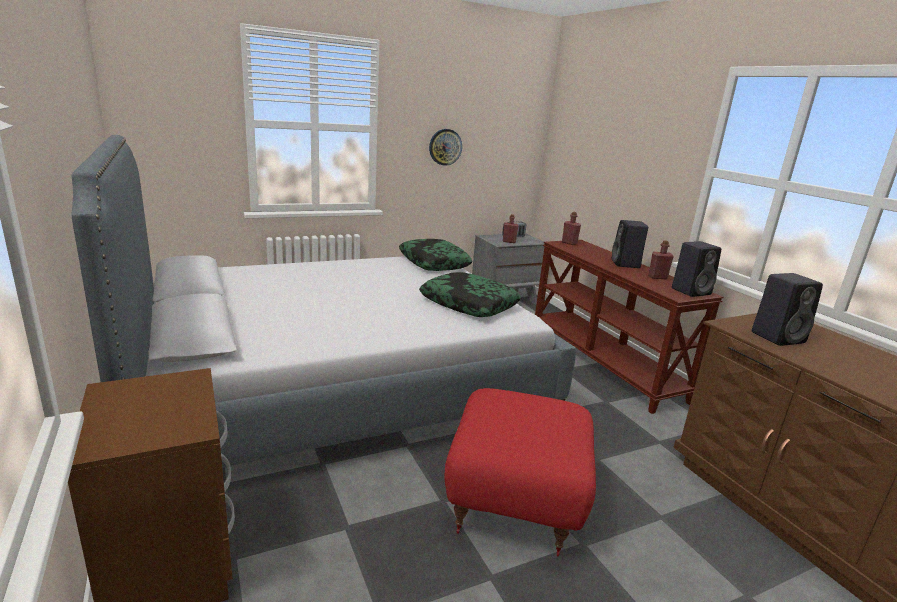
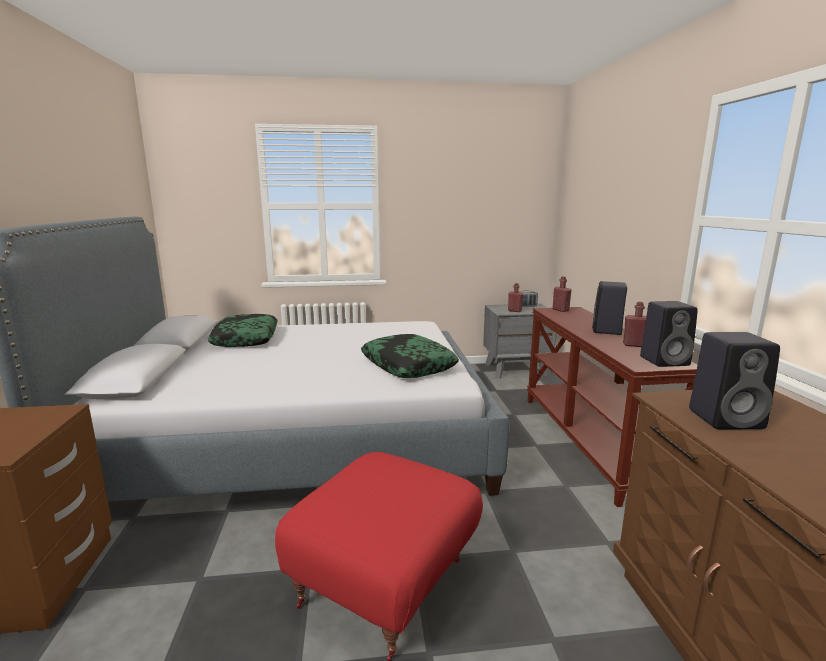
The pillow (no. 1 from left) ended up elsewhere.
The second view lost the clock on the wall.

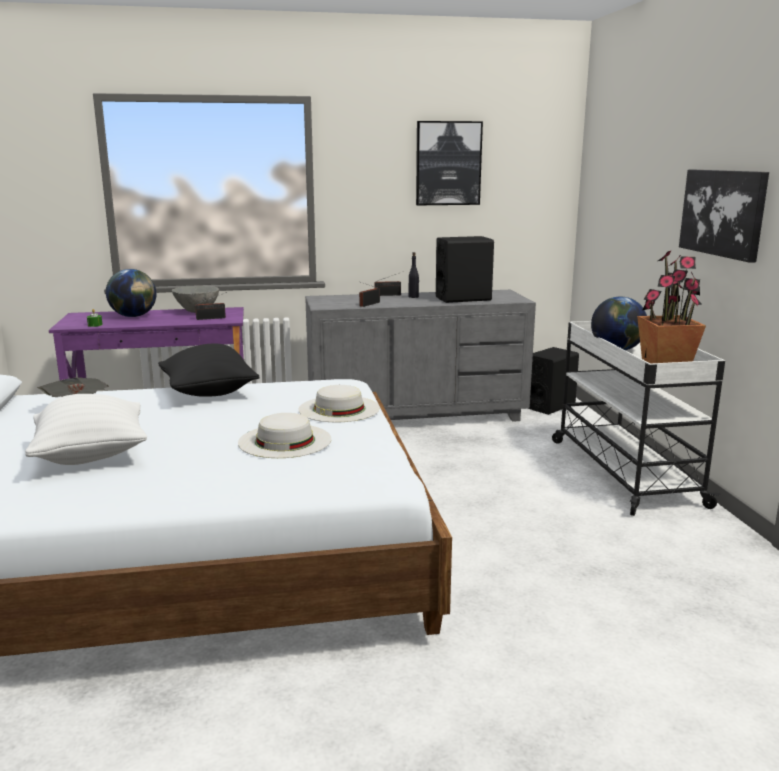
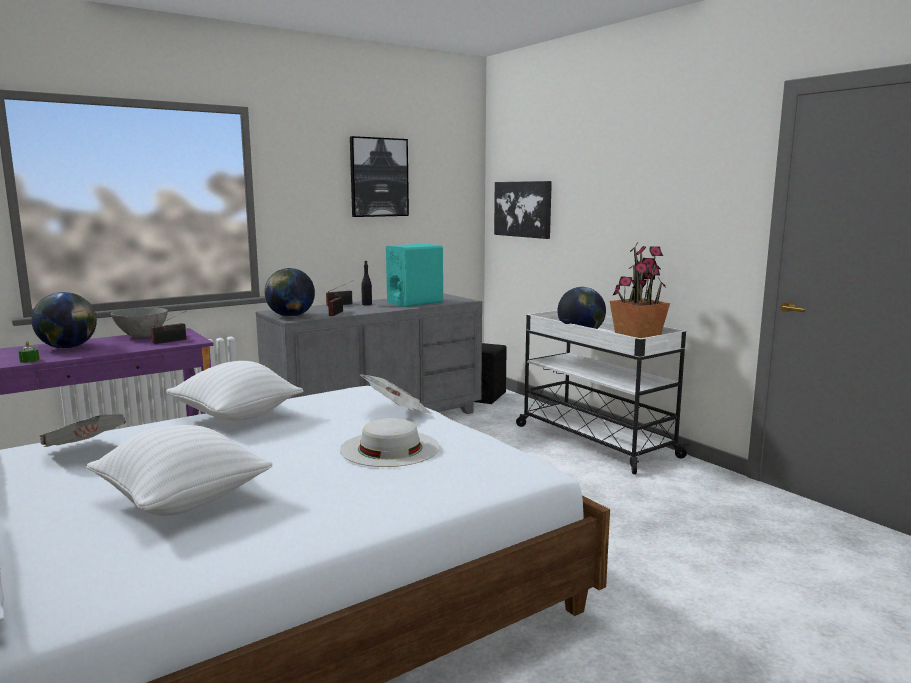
What was the pillow (black-coloured) turned into the pillow (white-coloured) (no. 2 from left).
The second view gained the globe (no. 2 from left).
Where the clothing hat (white-coloured) (no. 2 from left) stood, the daily paper (no. 2 from left) came to stand.
What was the audio speaker (black-coloured) (no. 1 from left) turned into the audio speaker (turquoise-coloured).
The picture (no. 2 from left) ended up elsewhere.

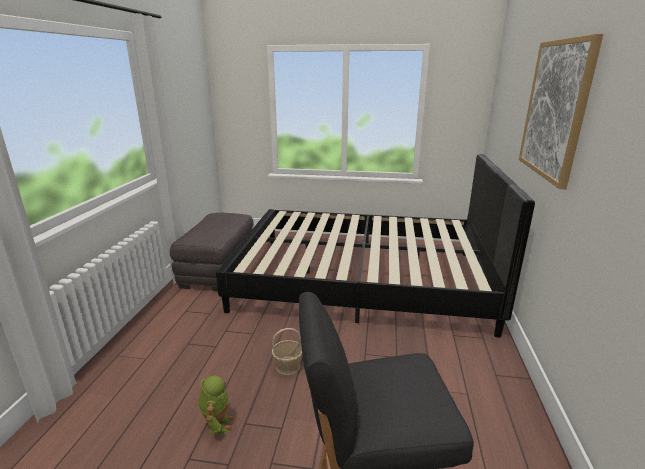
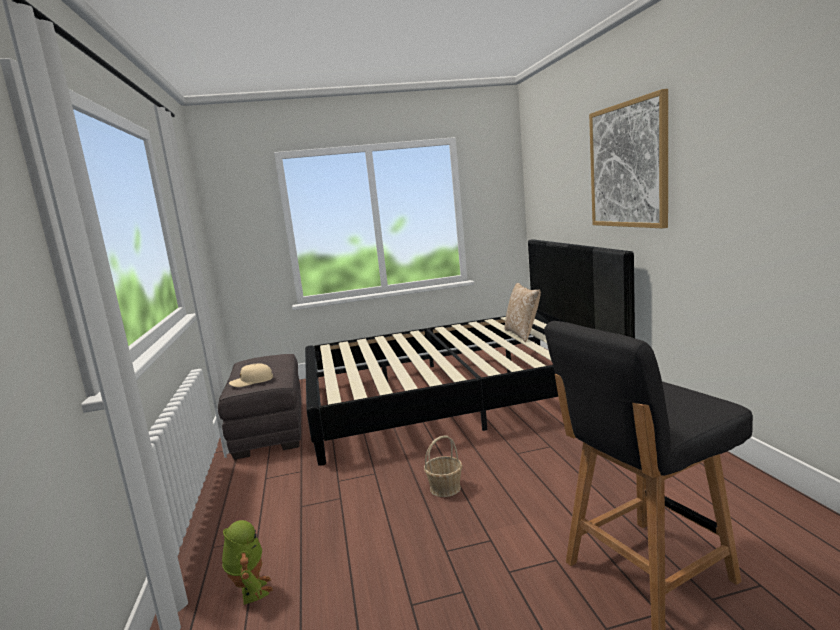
The toy robot ended up elsewhere.
The second view gained the peaked cap (beige-coloured).
The second view gained the pillow.

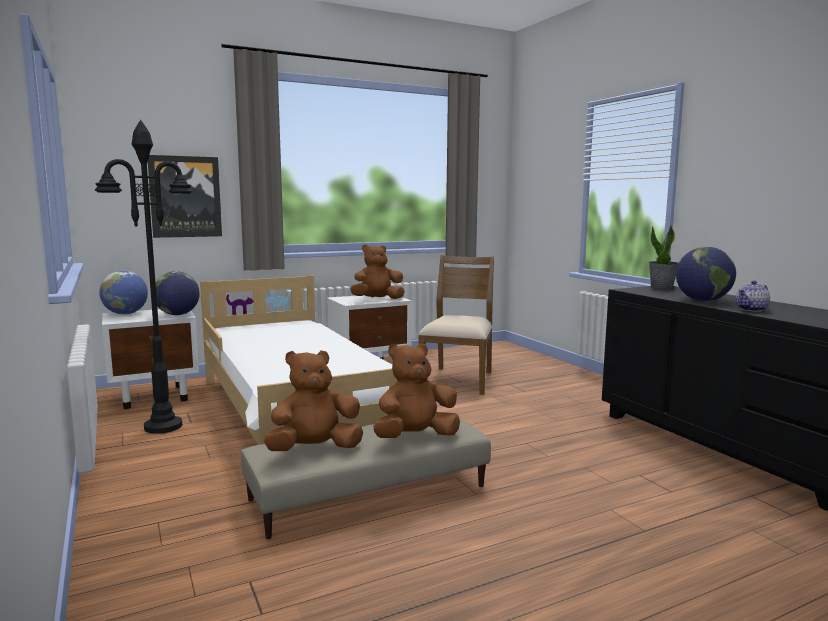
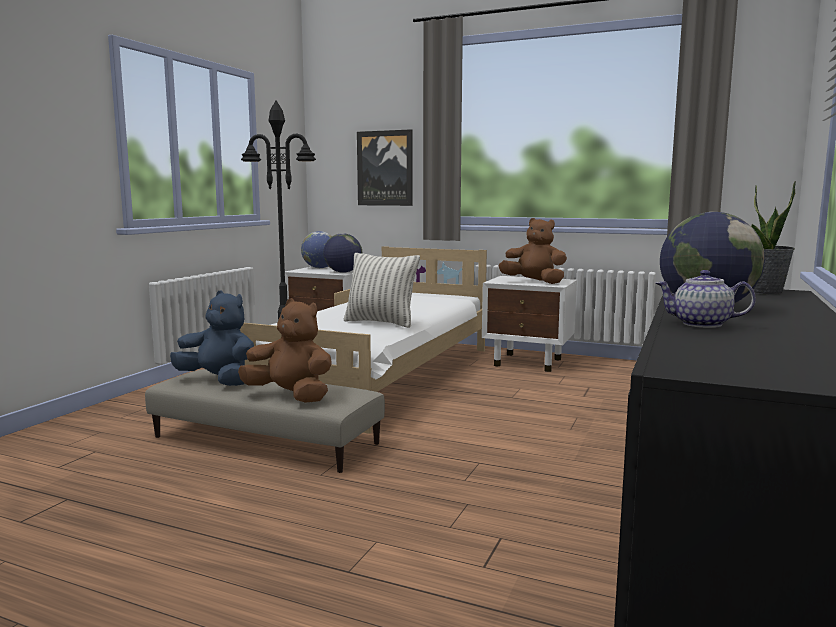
What was the cuddly toy (brown-coloured) (no. 1 from left) turned into the cuddly toy (bluish).
The second view gained the pillow.
The second view lost the chair (brown-coloured).

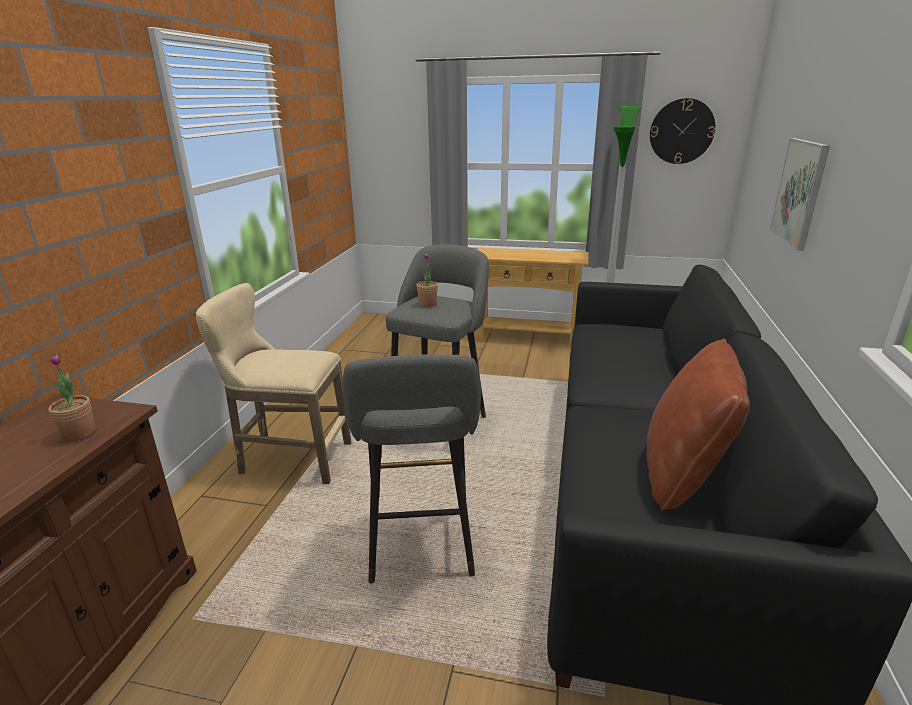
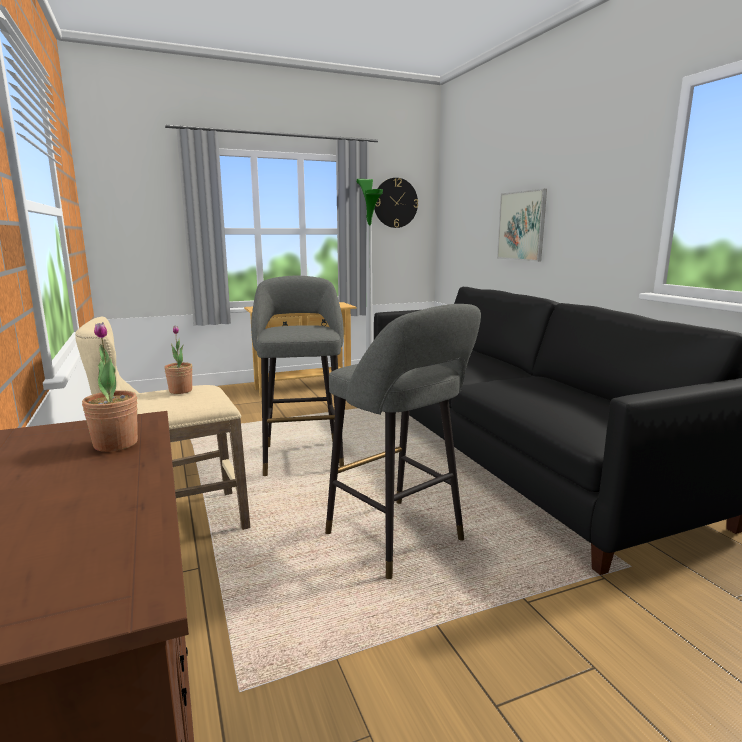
The plant in a pot (no. 2 from left) ended up elsewhere.
The second view lost the pillow (brown-coloured).

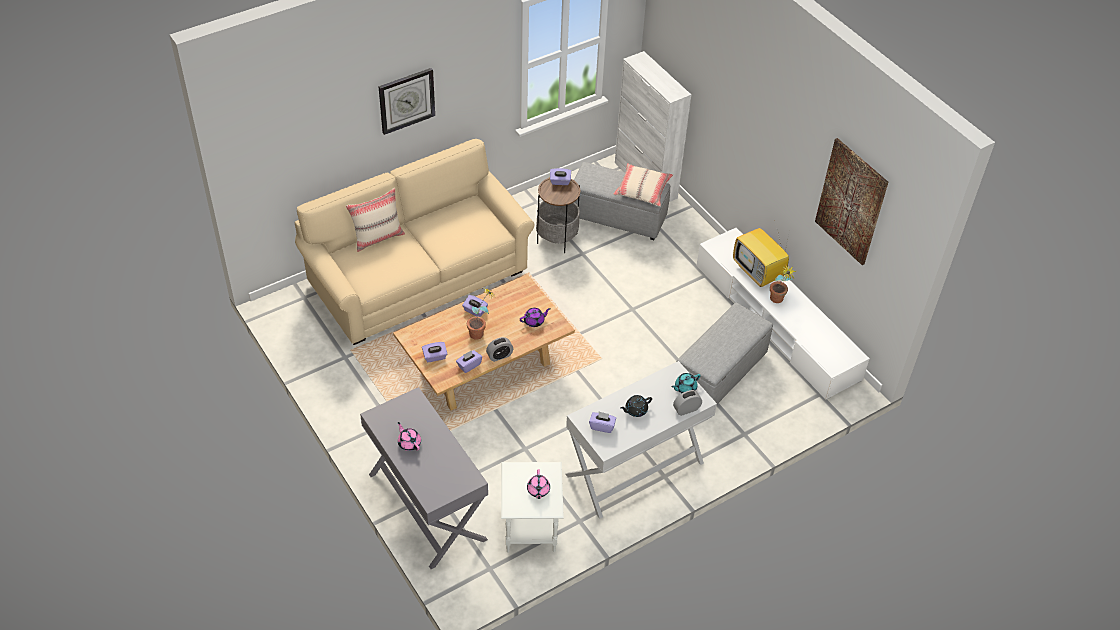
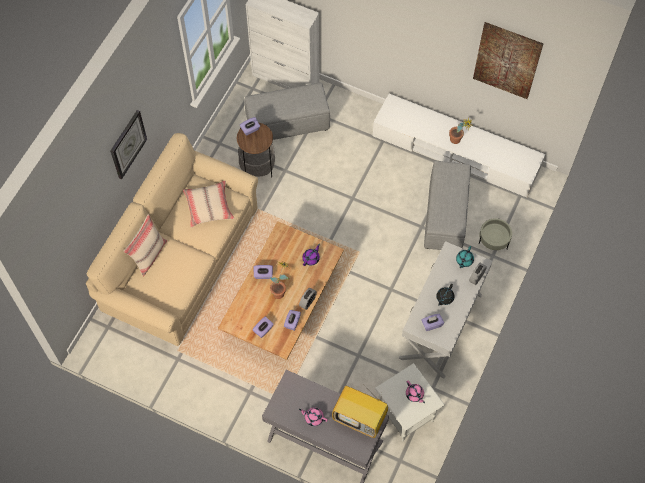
The pillow (beige-coloured) (no. 2 from left) ended up elsewhere.
The TV ended up elsewhere.
The second view gained the flower pot (beige-coloured).

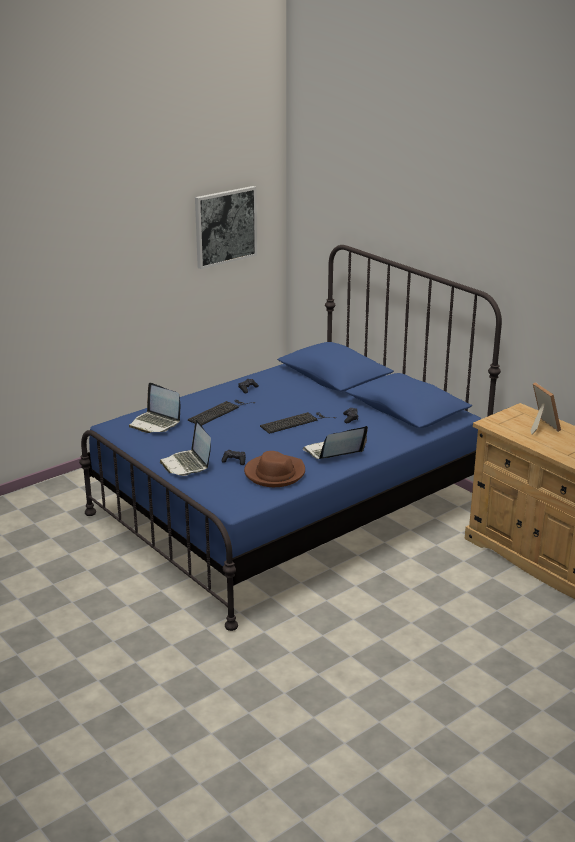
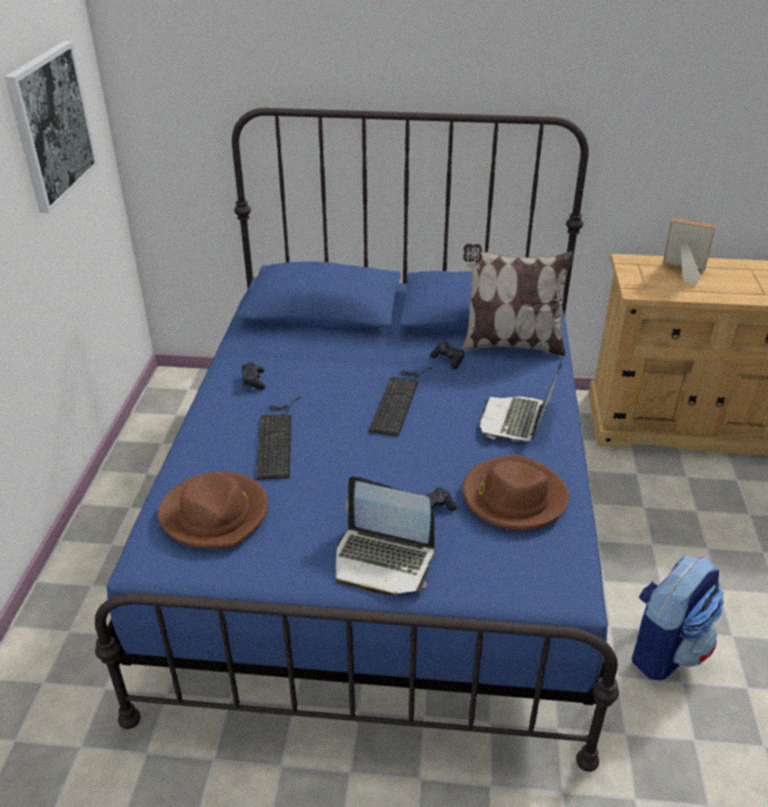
Where the portable computer (no. 1 from left) stood, the clothing hat (brown-coloured) (no. 1 from left) came to stand.
The second view gained the pillow.
The second view gained the backpack.

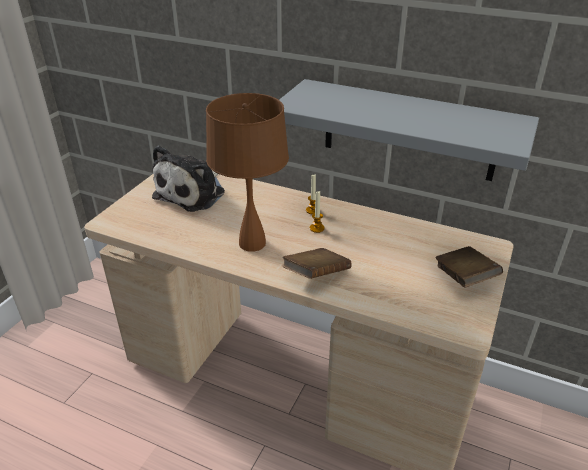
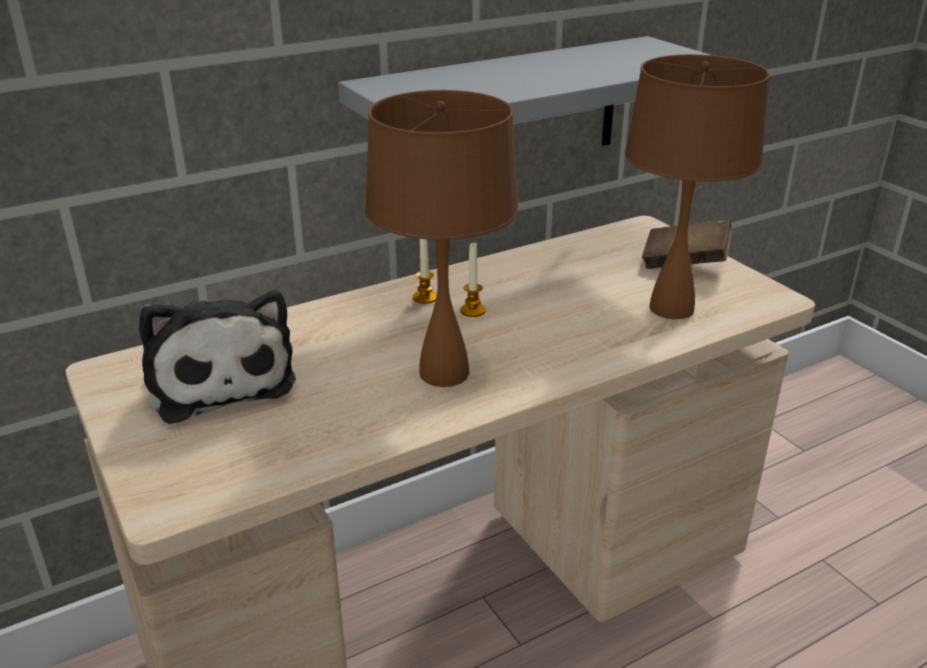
The second view gained the lamp for a table (brown-coloured) (no. 2 from left).
The second view lost the volume (brown-coloured) (no. 1 from left).

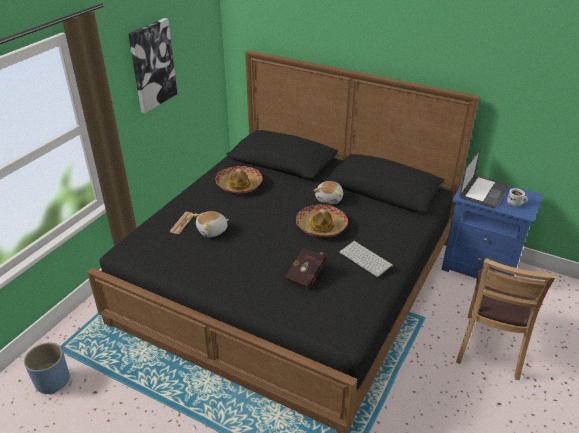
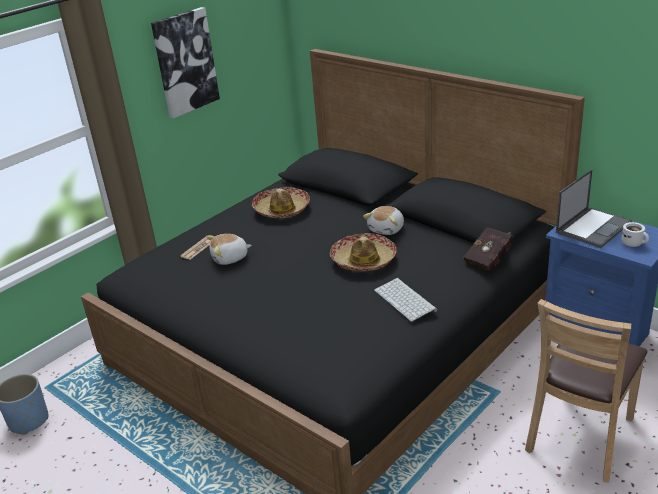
The volume (red-coloured) ended up elsewhere.

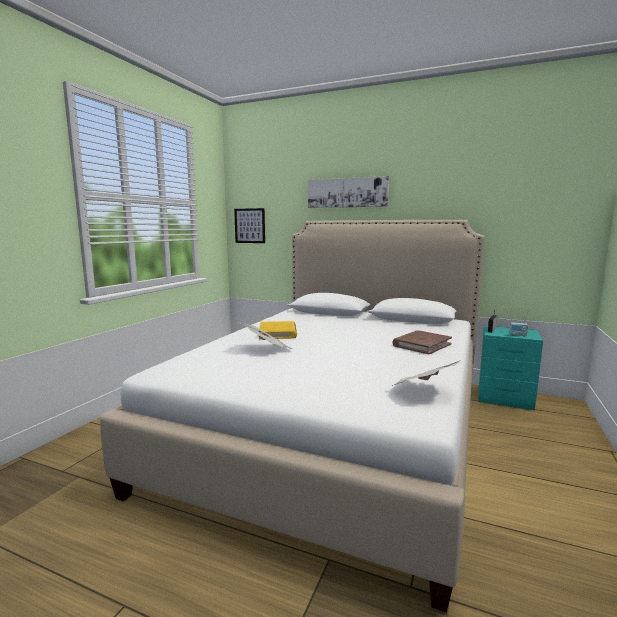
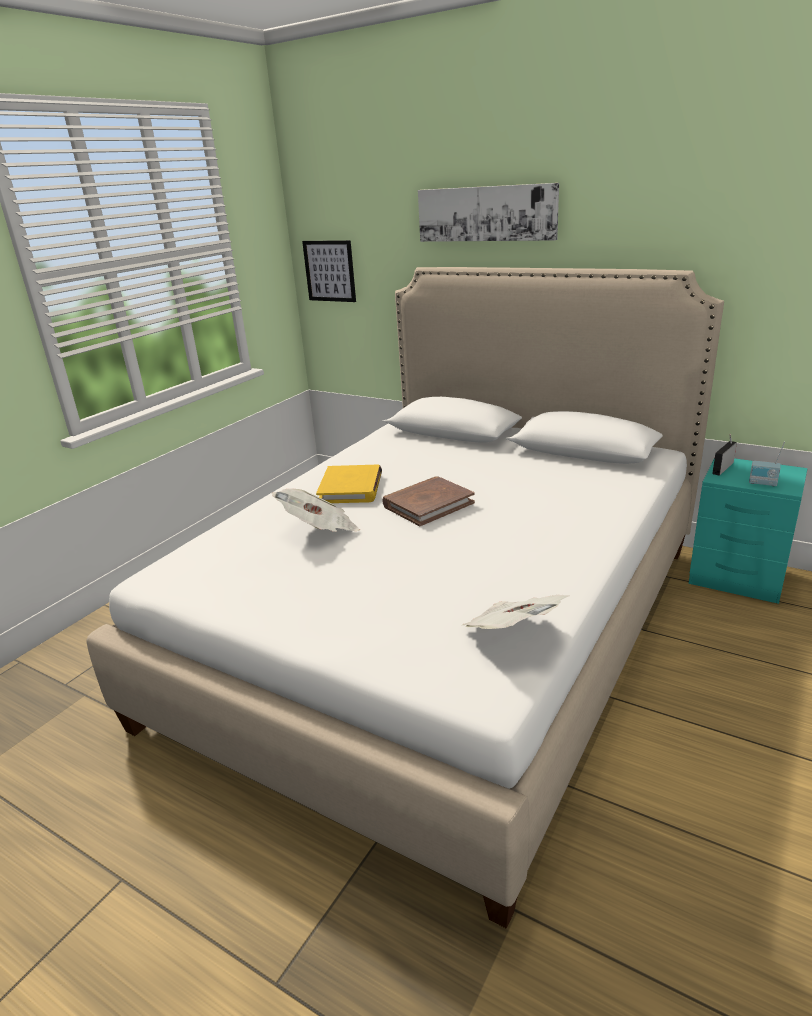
The volume (brown-coloured) ended up elsewhere.

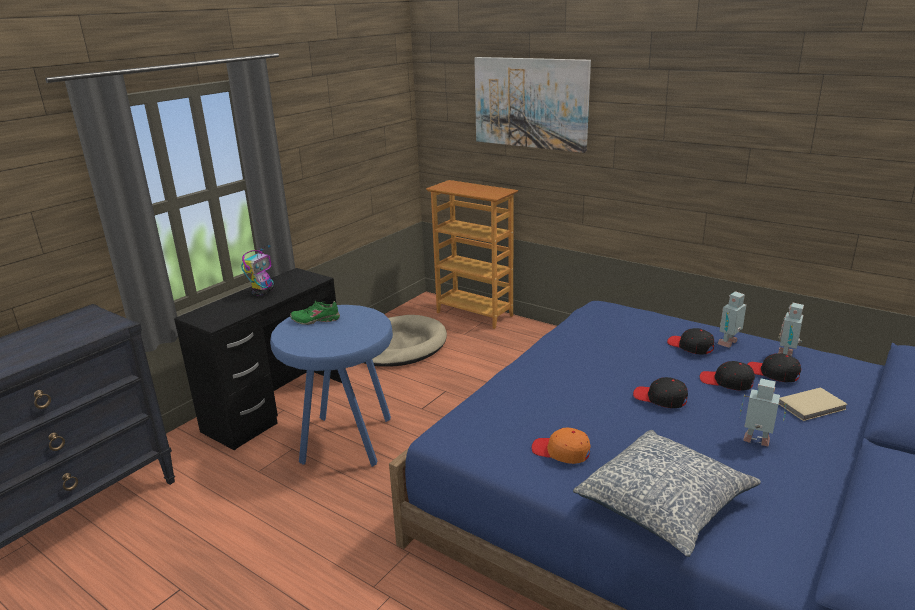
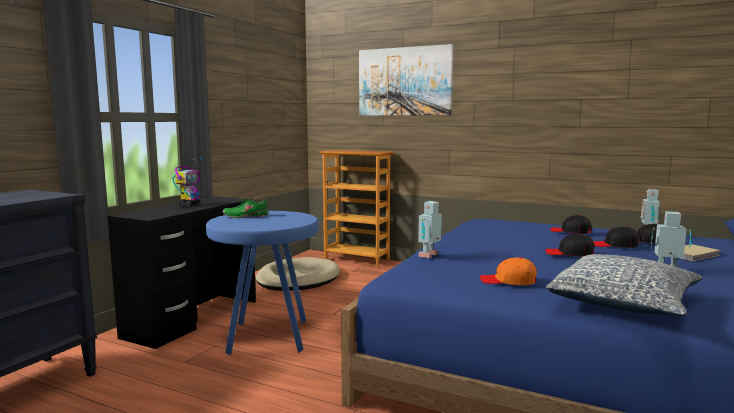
The toy robot (no. 2 from left) ended up elsewhere.

